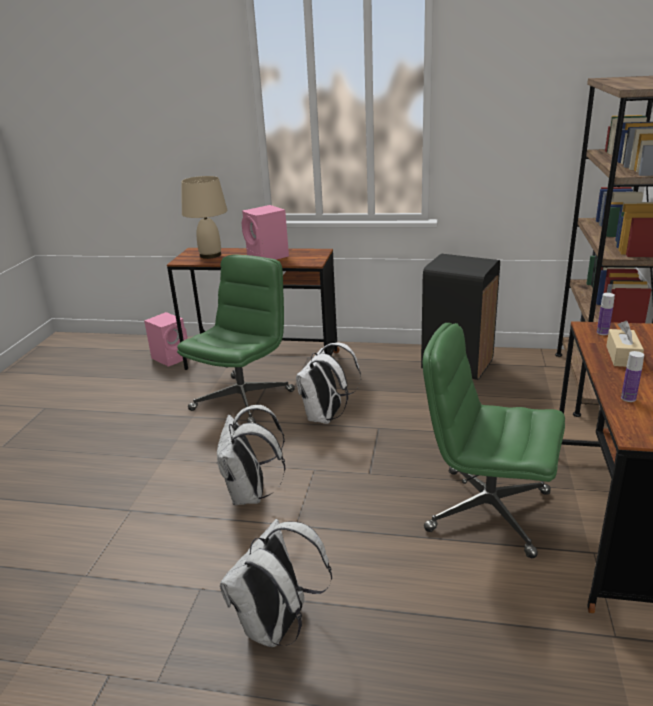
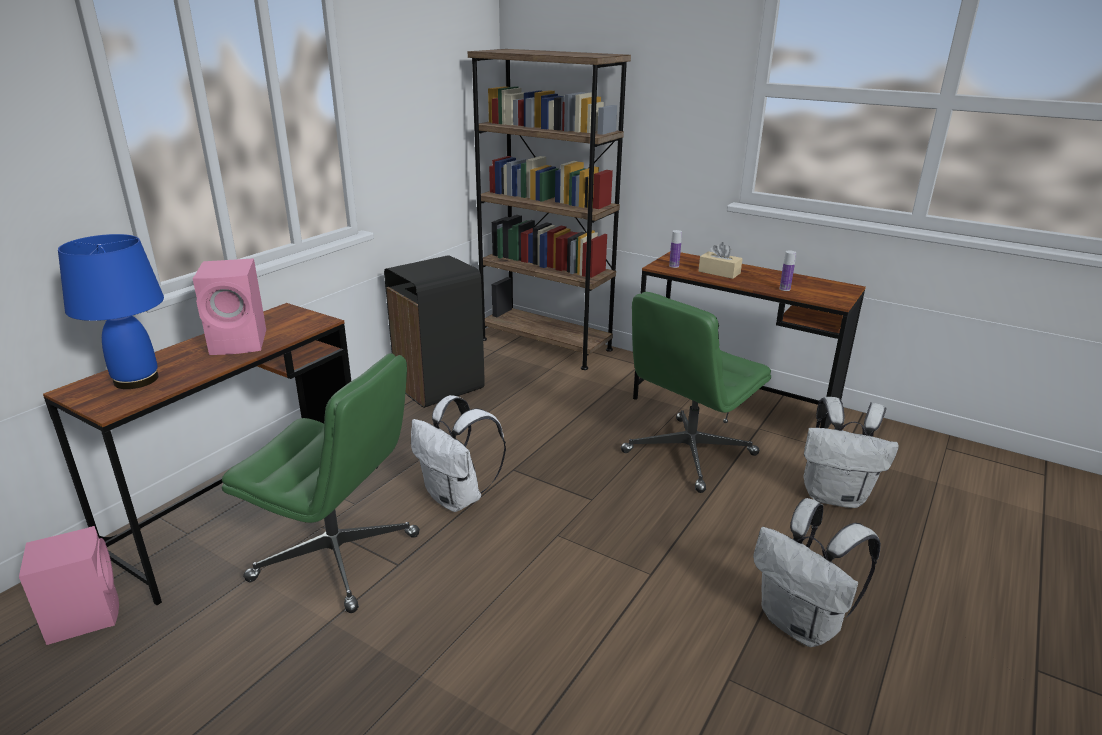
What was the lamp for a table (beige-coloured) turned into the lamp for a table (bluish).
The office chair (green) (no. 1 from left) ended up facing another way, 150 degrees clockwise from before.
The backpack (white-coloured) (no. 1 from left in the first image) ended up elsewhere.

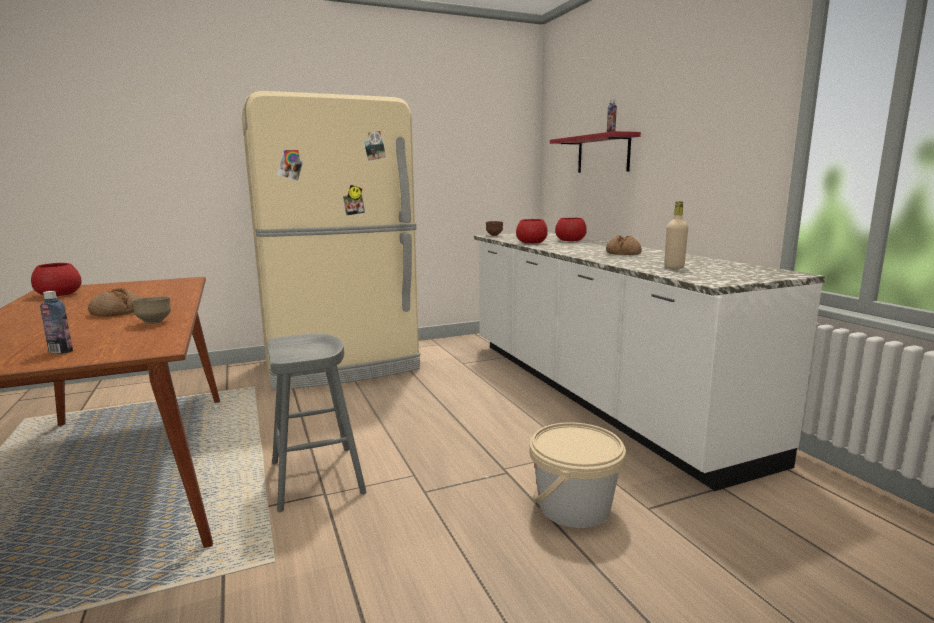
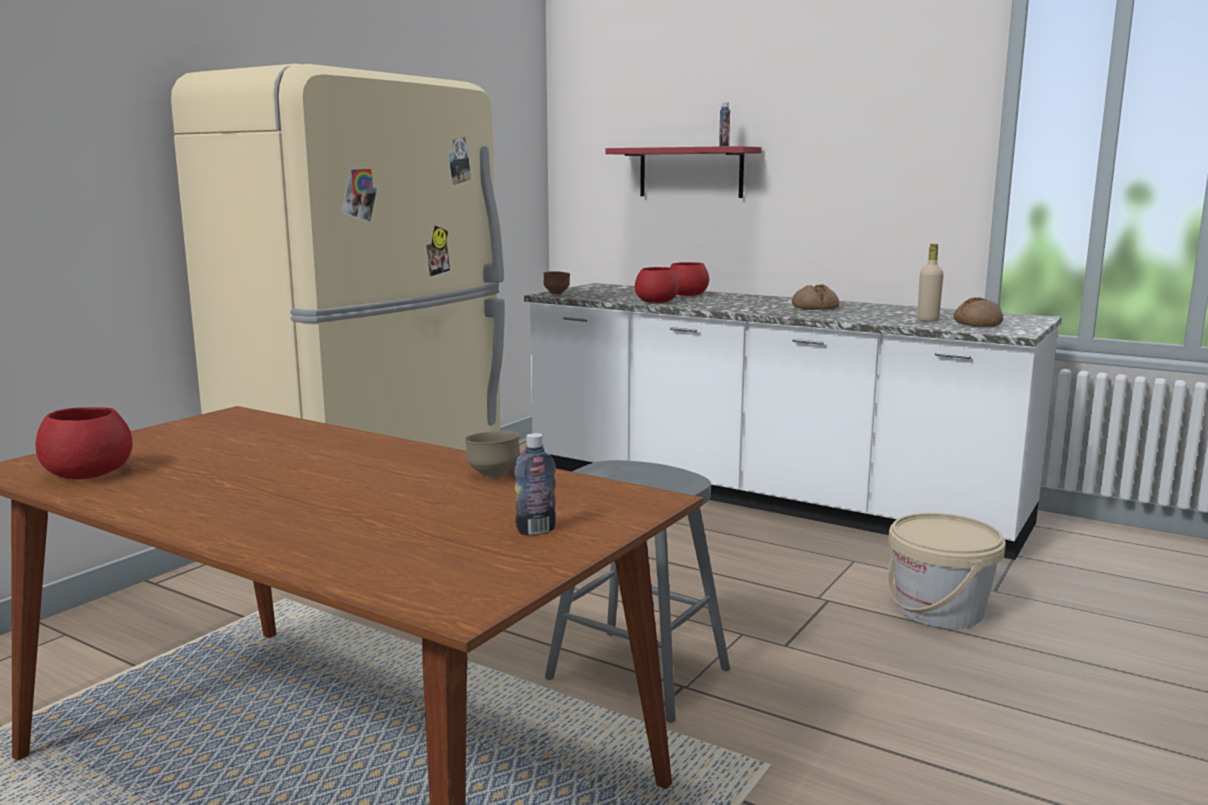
The bakery bread (no. 1 from left in the first image) ended up elsewhere.

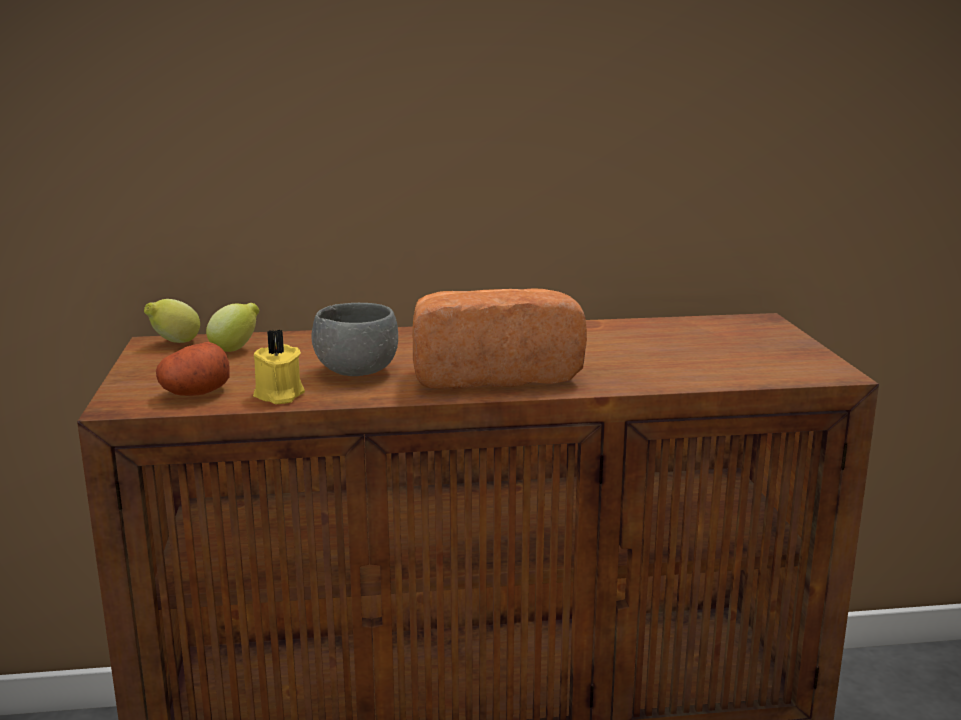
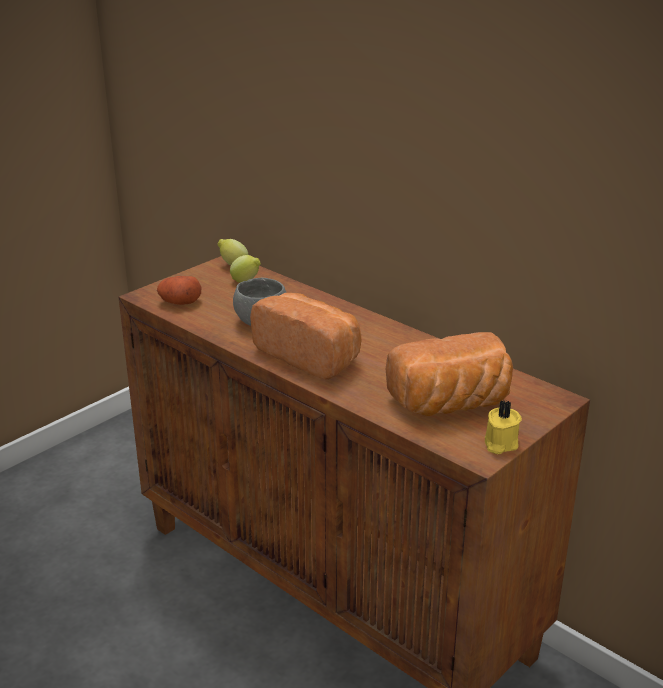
The second view gained the bakery bread (no. 2 from left).
The candle (yellow-coloured) ended up elsewhere.

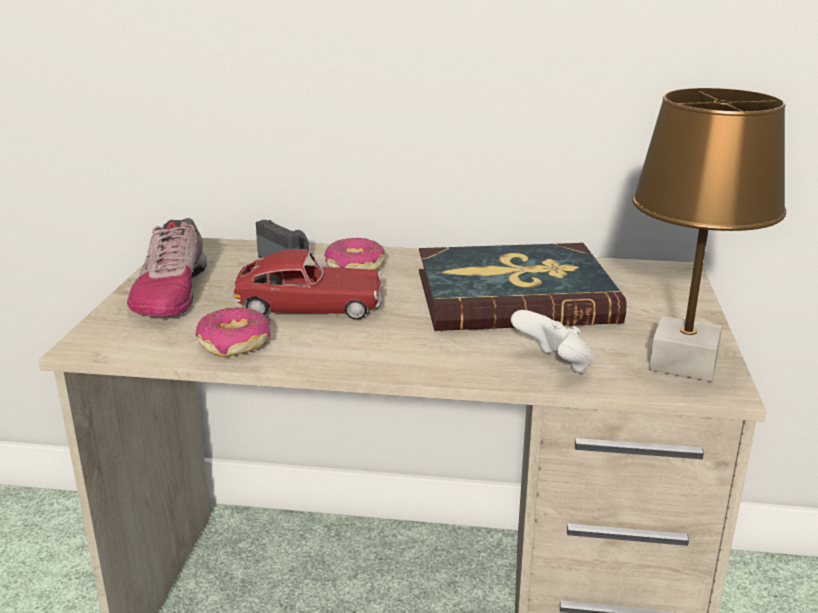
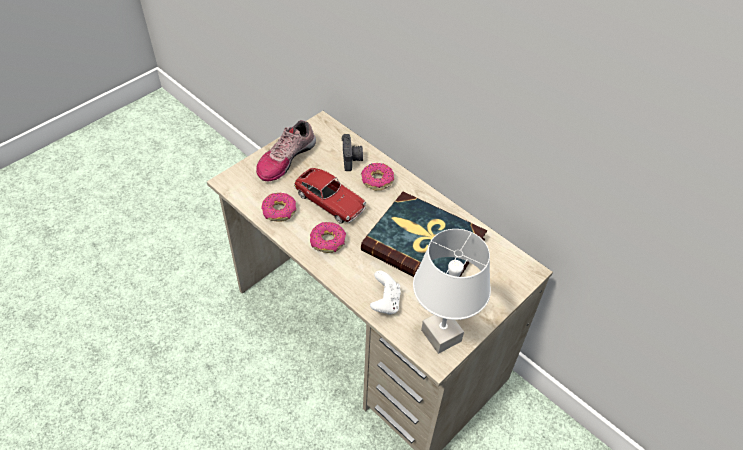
The second view gained the donut (no. 2 from left).
What was the lamp for a table (brown-coloured) turned into the lamp for a table (white-coloured).

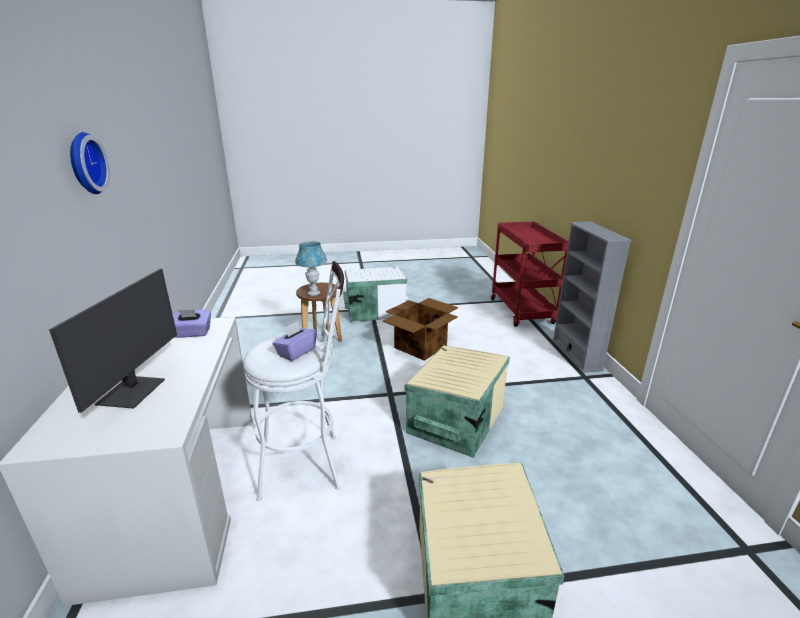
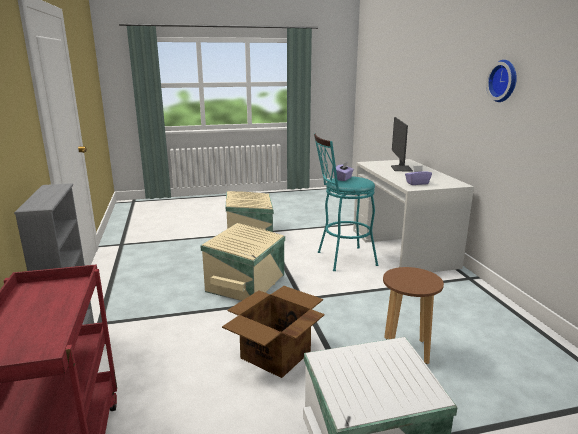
What was the stool (white-coloured) turned into the stool (turquoise-coloured).
The second view lost the lamp for a table (bluish).

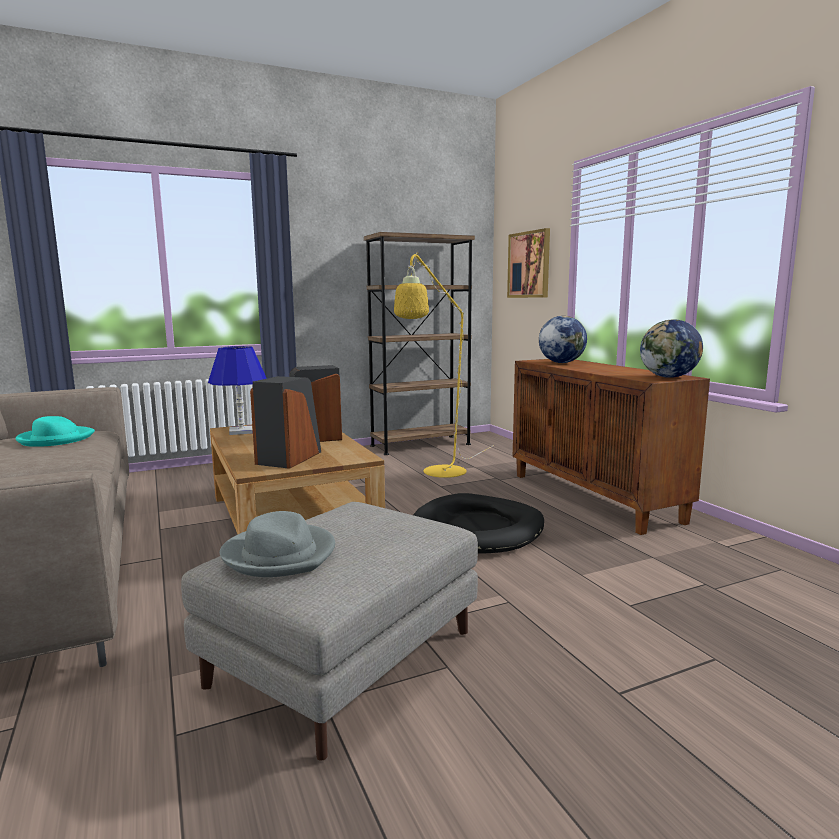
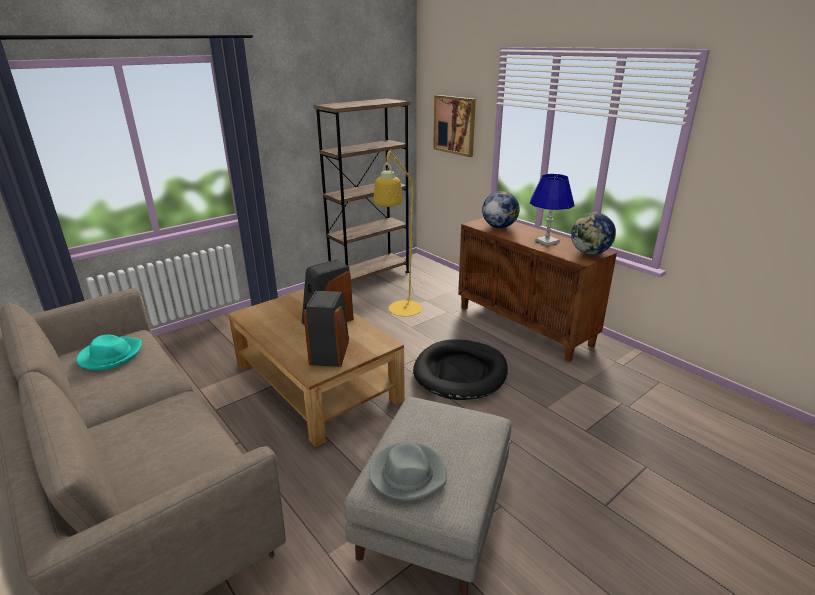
The lamp for a table (bluish) ended up elsewhere.

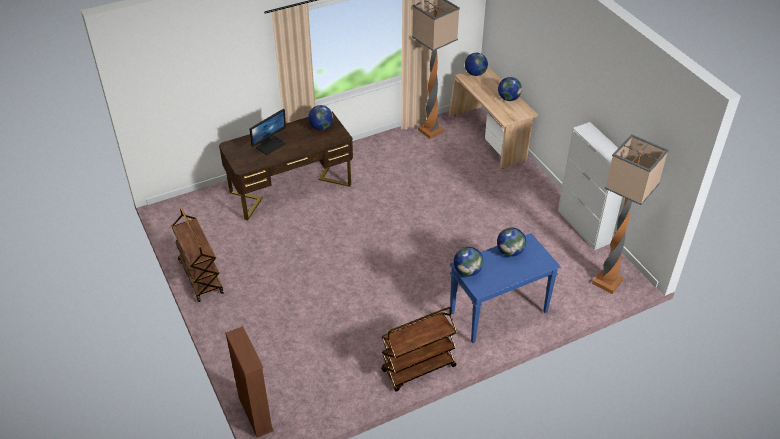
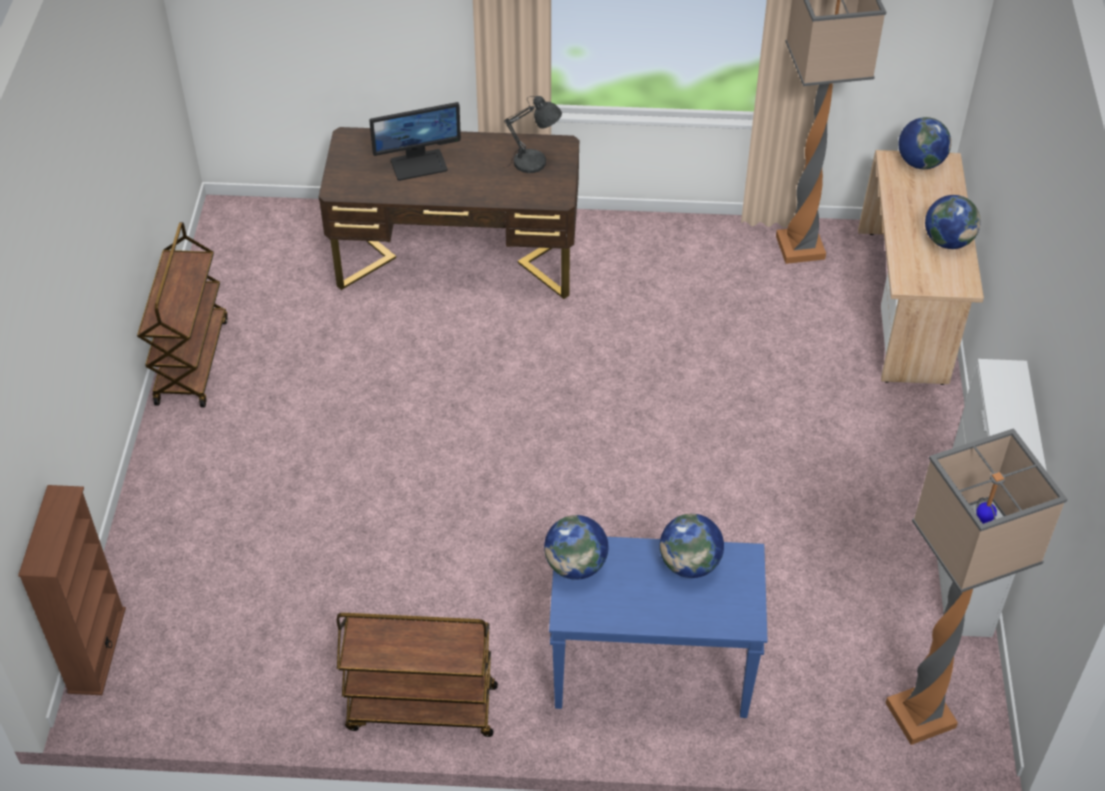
Where the globe (no. 1 from left) stood, the lamp for a table (greyish) came to stand.

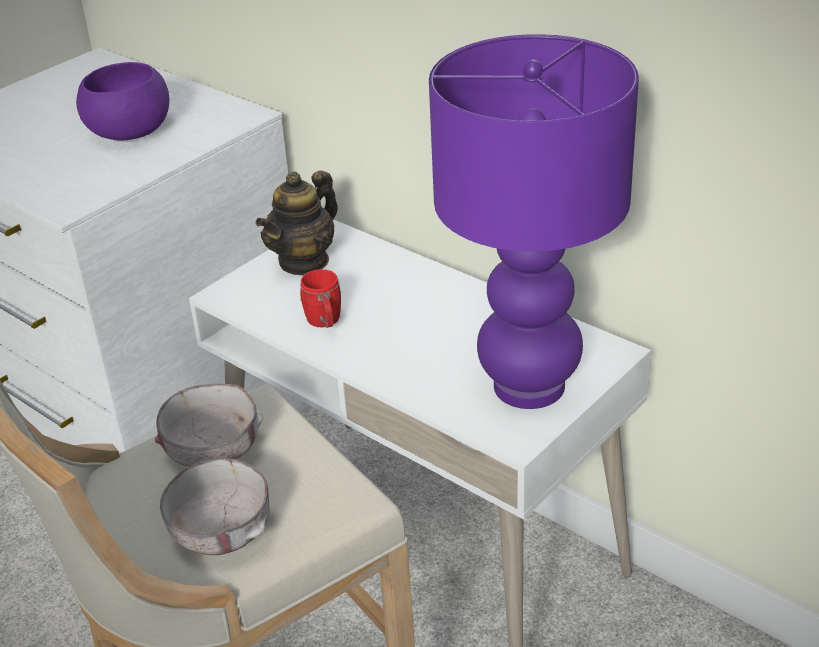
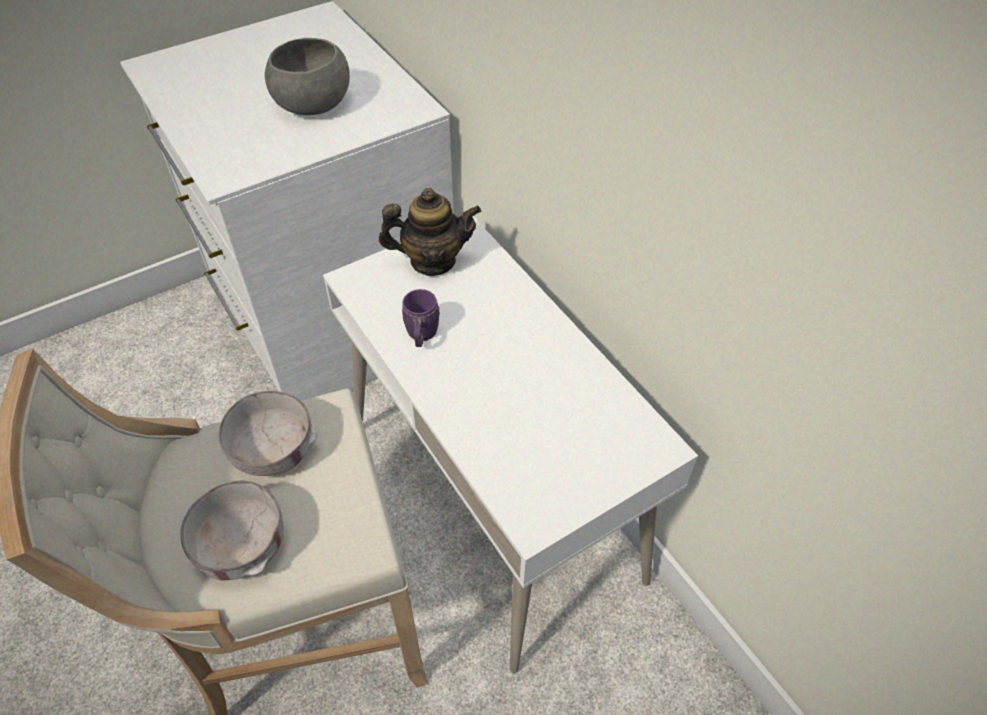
What was the deep dish (purple-coloured) turned into the deep dish (greyish) (no. 3 from left).
The pot for tea ended up facing another way, 150 degrees counterclockwise from before.
What was the mug (red-coloured) turned into the mug (purple-coloured).
The second view lost the lamp for a table (purple-coloured).

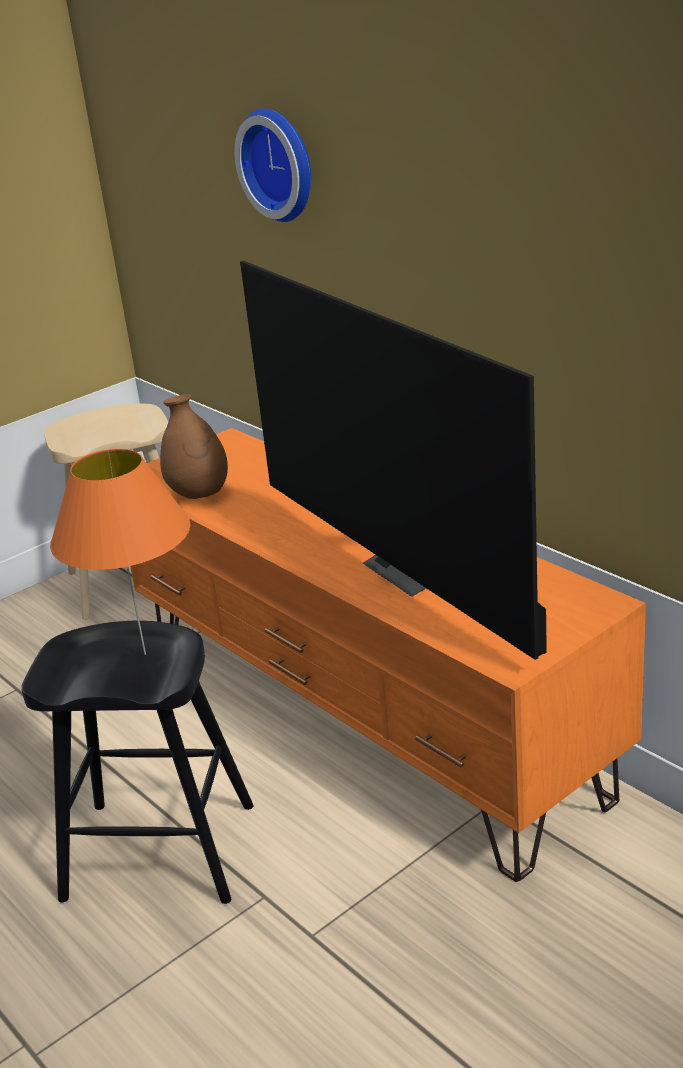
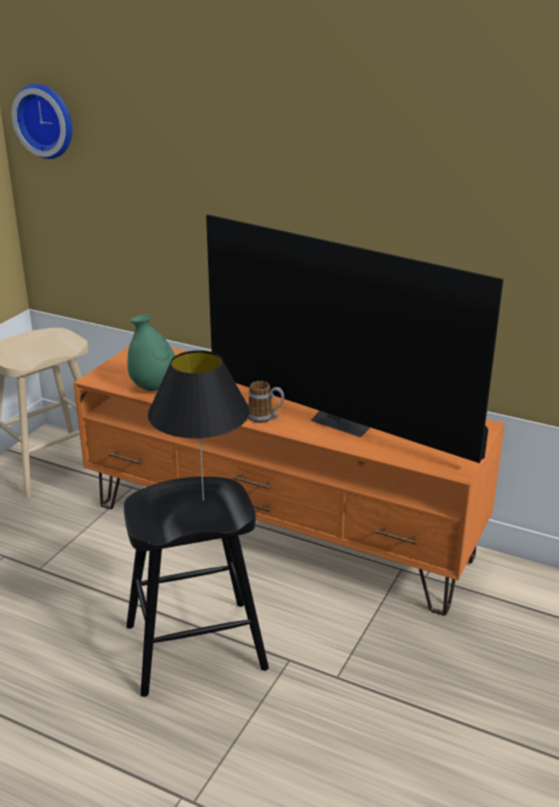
The clock on the wall ended up elsewhere.
What was the flower vase (brown-coloured) turned into the flower vase (green).
What was the lamp for a table (orange) turned into the lamp for a table (black-coloured).
The second view gained the mug.

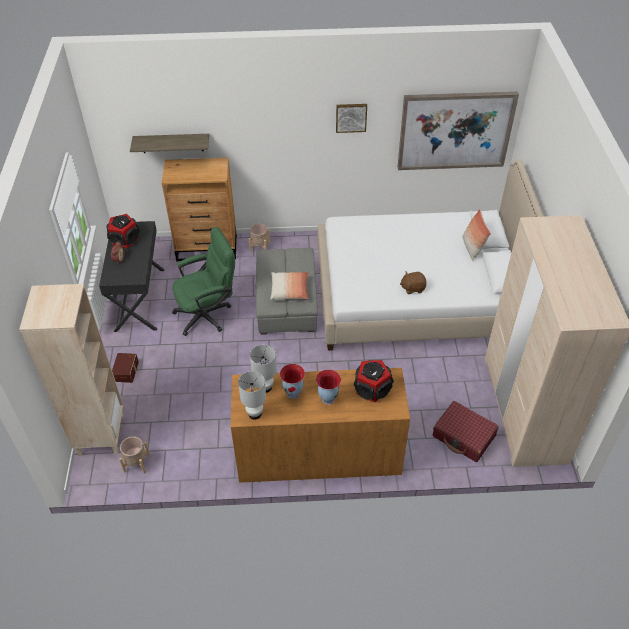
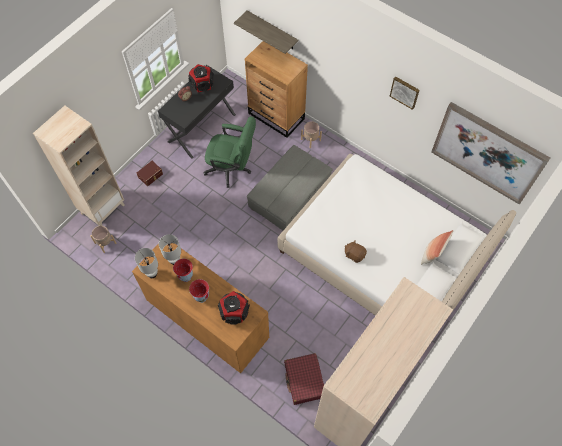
The second view lost the pillow (no. 1 from left).

